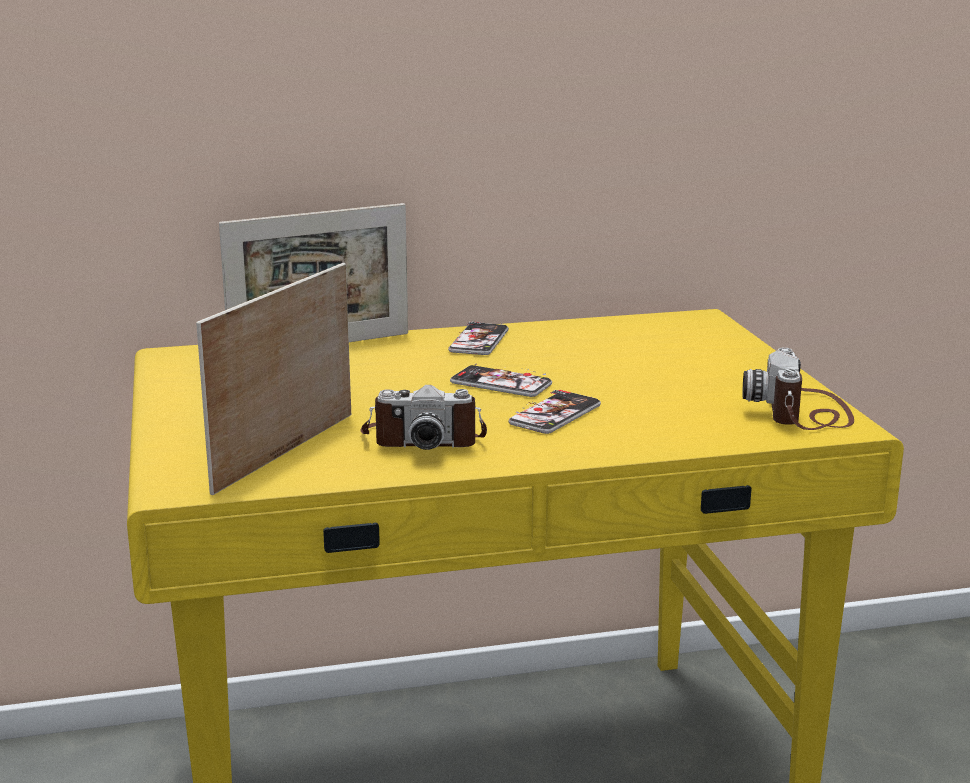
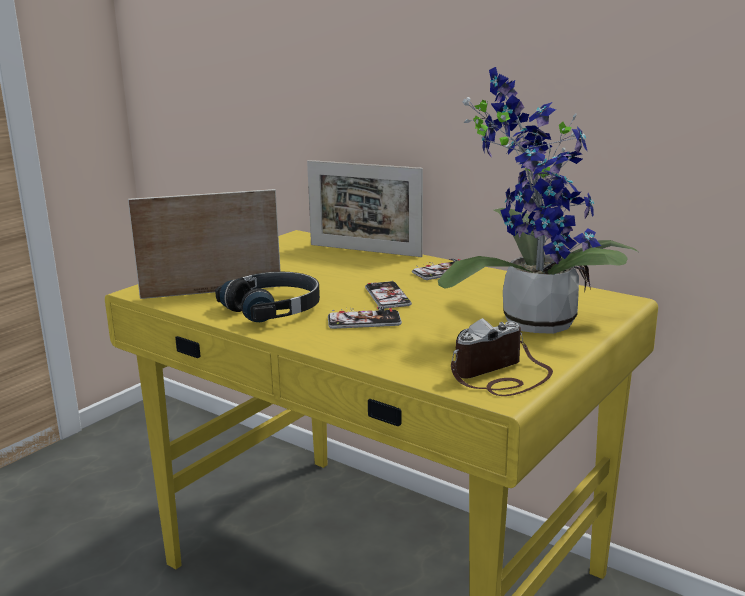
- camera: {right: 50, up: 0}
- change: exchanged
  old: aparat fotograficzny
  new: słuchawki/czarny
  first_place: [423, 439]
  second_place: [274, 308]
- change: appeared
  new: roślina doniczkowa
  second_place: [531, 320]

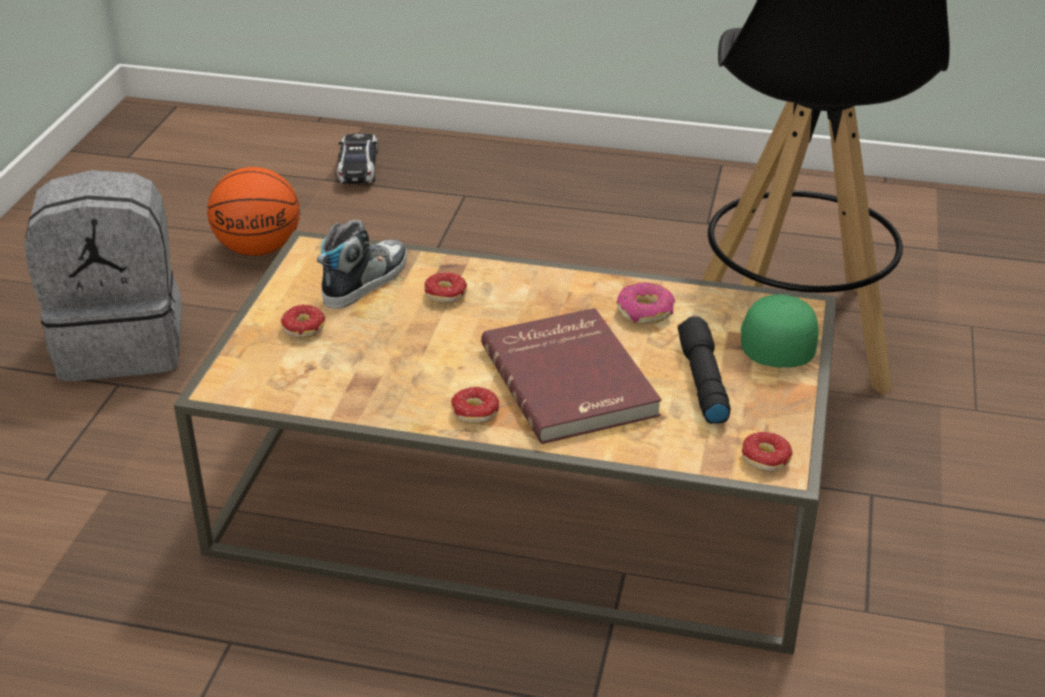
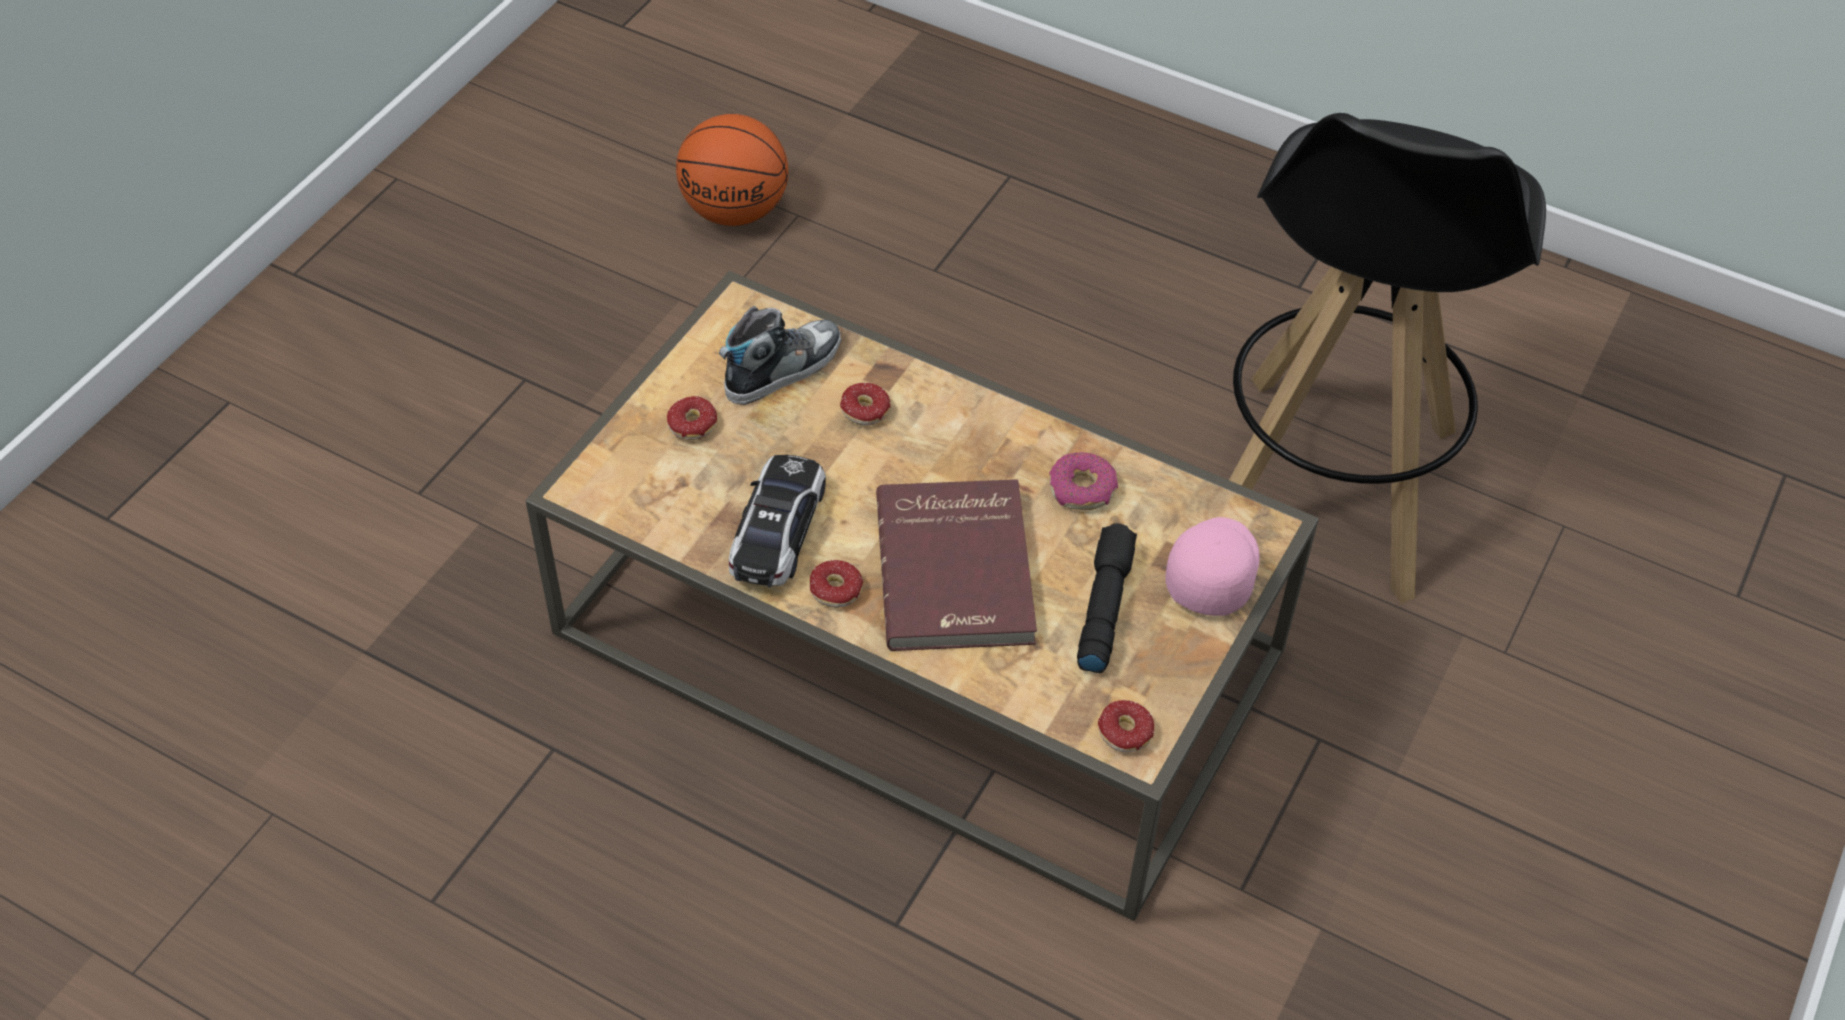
- camera: {right: 15, up: 15}
- change: relocated
  old: samochodzik
  first_place: [358, 168]
  second_place: [777, 532]
- change: colour
  old: czapka z daszkiem/zielony
  new: czapka z daszkiem/różowy
  first_place: [774, 342]
  second_place: [1211, 571]
- change: missing
  old: plecak/szary
  first_place: [123, 343]

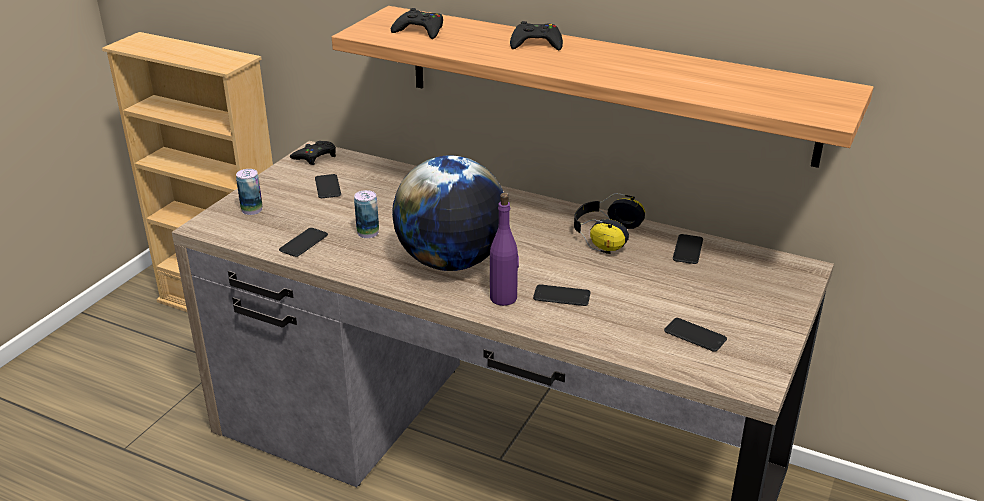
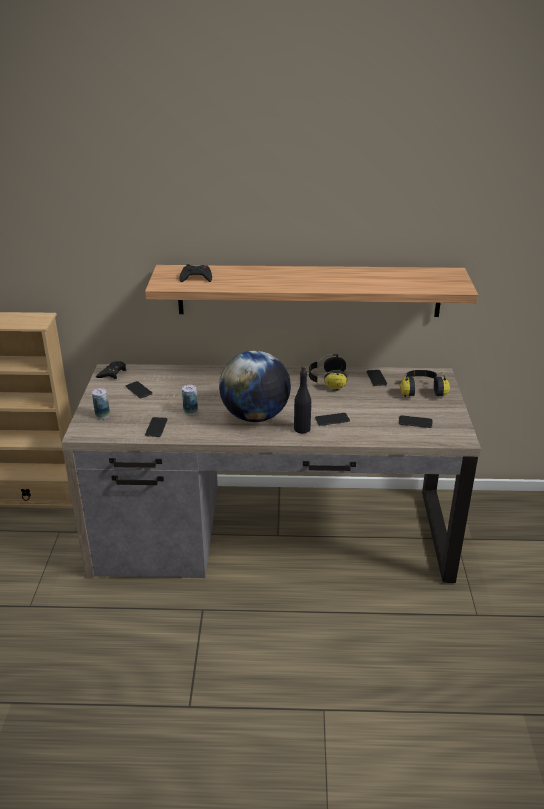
- camera: {right: -25, up: 0}
- change: colour
  old: butelka/fioletowy
  new: butelka/czarny
  first_place: [504, 298]
  second_place: [302, 429]
- change: appeared
  new: słuchawki
  second_place: [422, 391]
- change: missing
  old: pad do gier/czarny
  first_place: [536, 43]

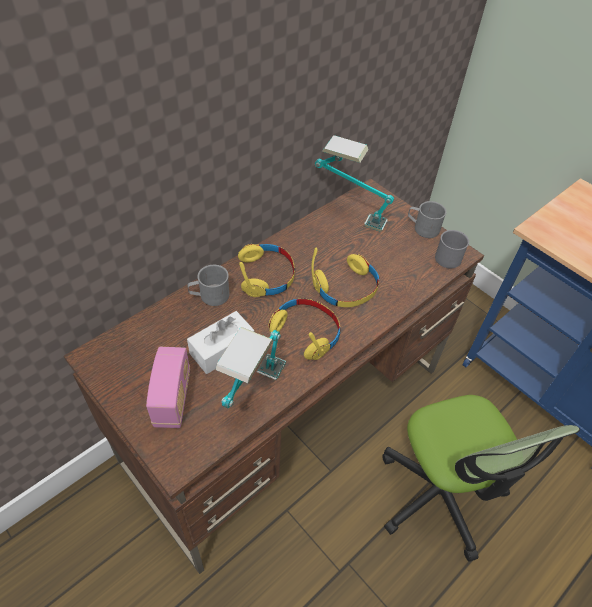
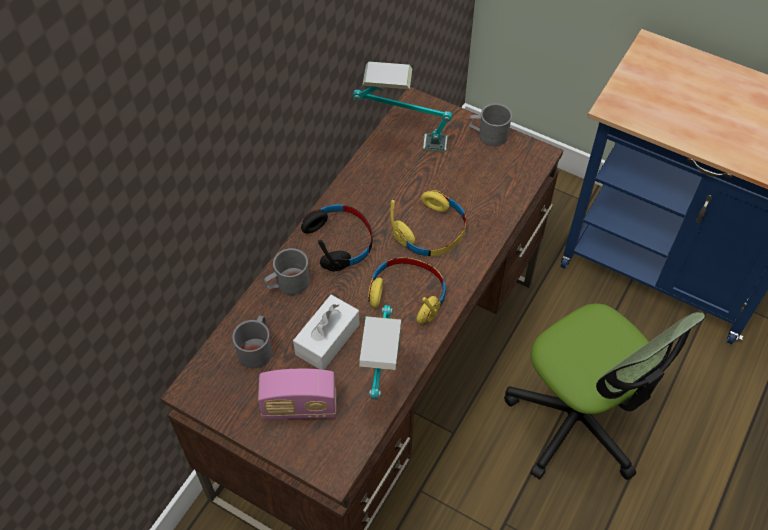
- camera: {right: -15, up: 5}
- change: relocated
  old: kubek/szary
  first_place: [449, 256]
  second_place: [257, 348]
- change: spun
  old: radio
  first_place: [173, 399]
  second_place: [299, 407]
  degrees: 105
- change: colour
  old: słuchawki/żółty
  new: słuchawki/czarny
  first_place: [266, 275]
  second_place: [339, 242]

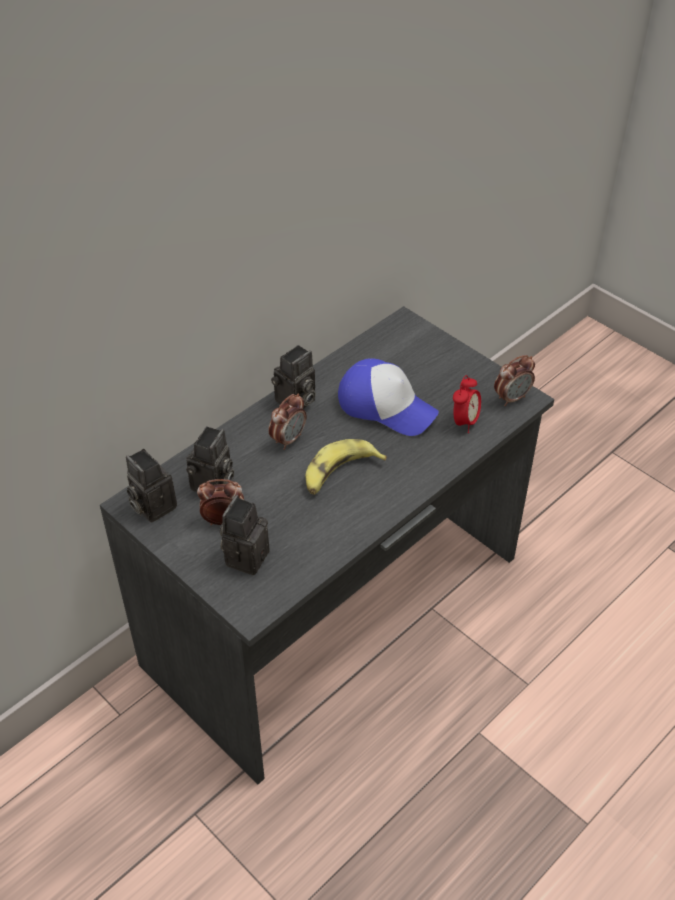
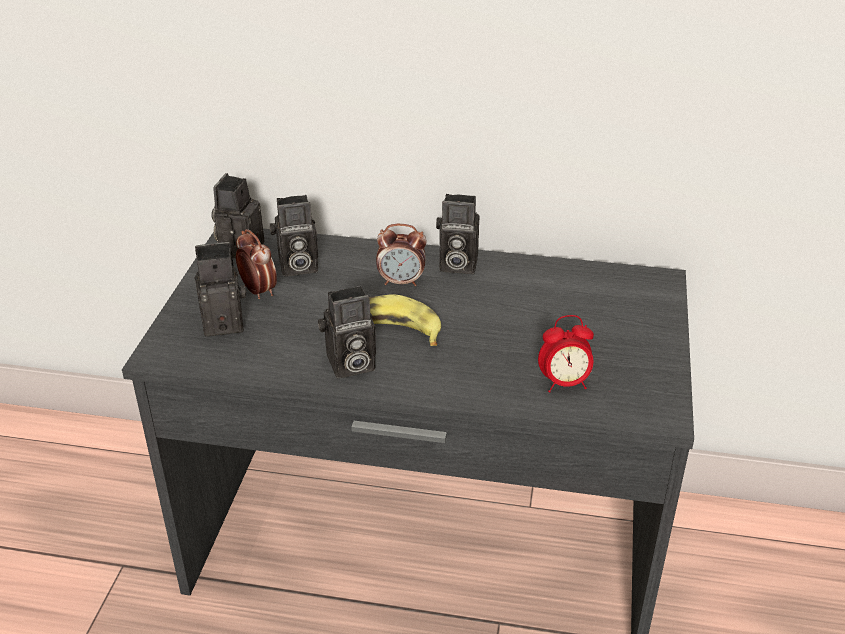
- camera: {right: 55, up: -10}
- change: appeared
  new: aparat fotograficzny
  second_place: [349, 365]
- change: missing
  old: czapka z daszkiem
  first_place: [386, 406]
- change: missing
  old: budzik
  first_place: [512, 398]

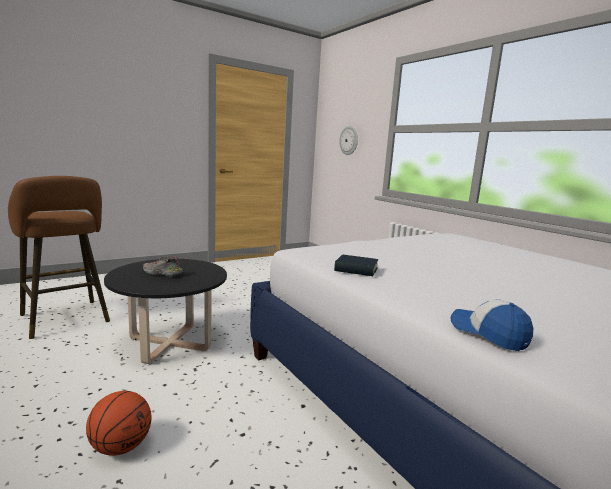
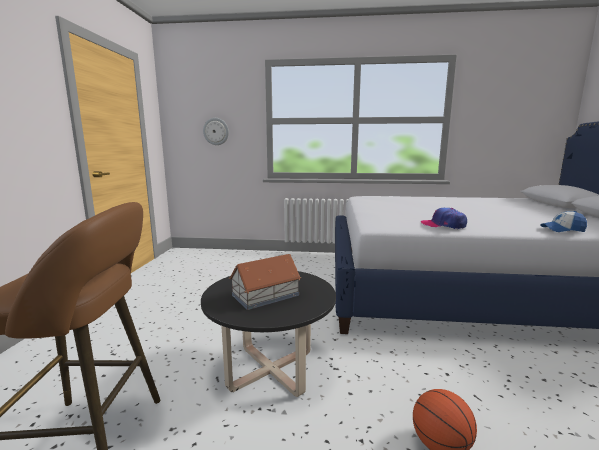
- camera: {right: -50, up: 0}
- change: exchanged
  old: but
  new: domek
  first_place: [161, 274]
  second_place: [266, 295]
- change: exchanged
  old: książka
  new: czapka z daszkiem
  first_place: [356, 270]
  second_place: [443, 225]

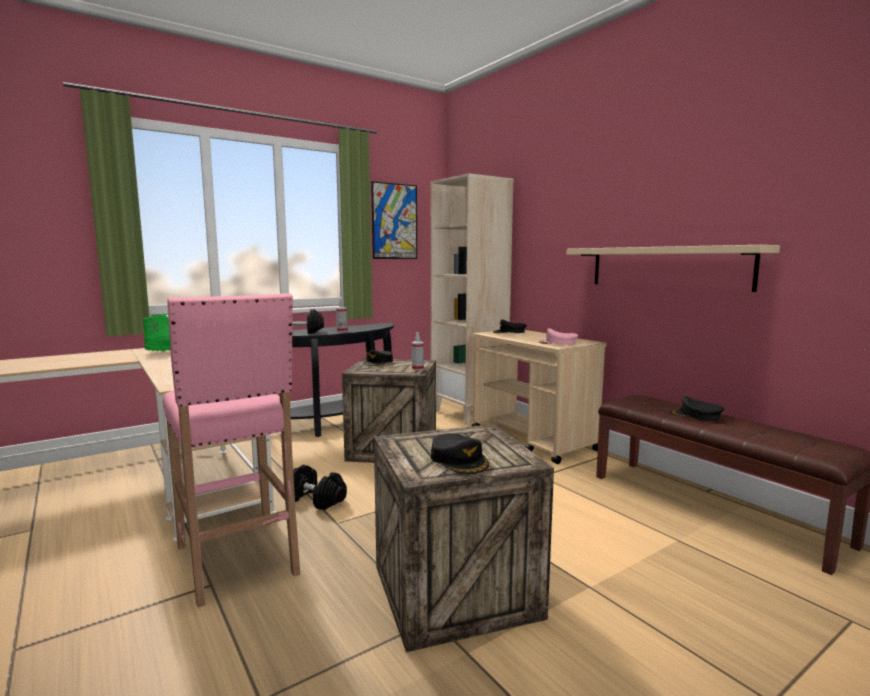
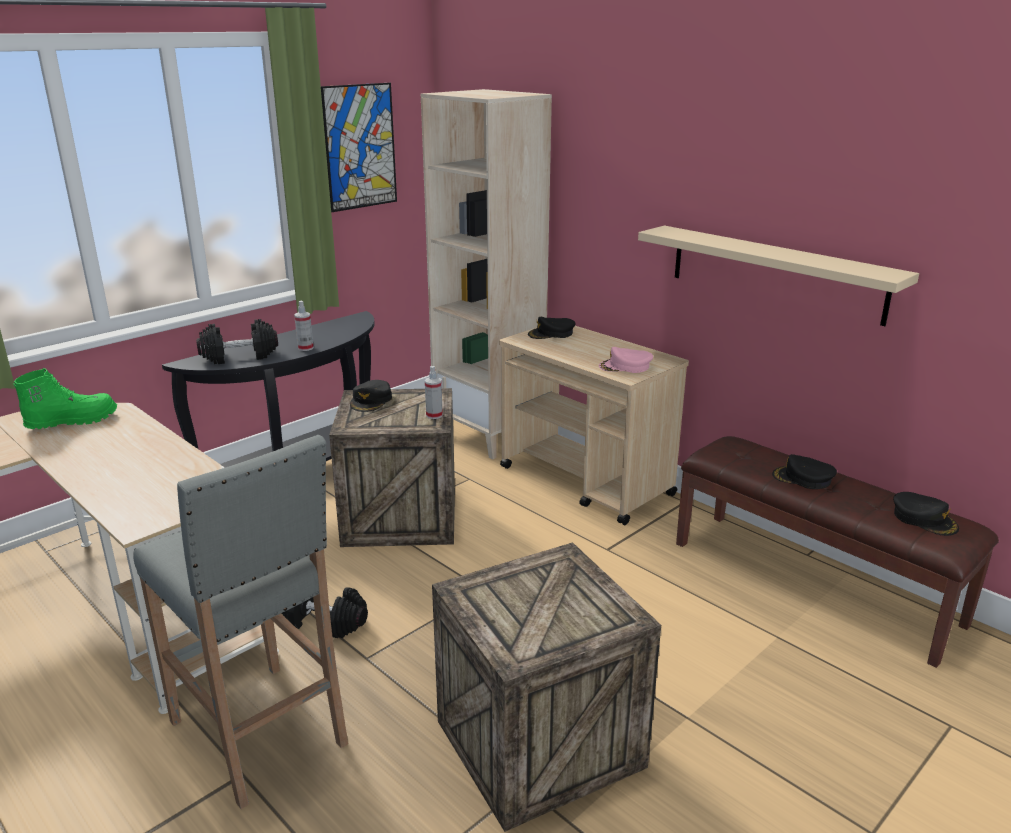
- camera: {right: -10, up: 15}
- change: colour
  old: stołek/różowy
  new: stołek/szary
  first_place: [237, 561]
  second_place: [261, 734]
- change: relocated
  old: czapka z daszkiem/czarny
  first_place: [459, 460]
  second_place: [924, 519]

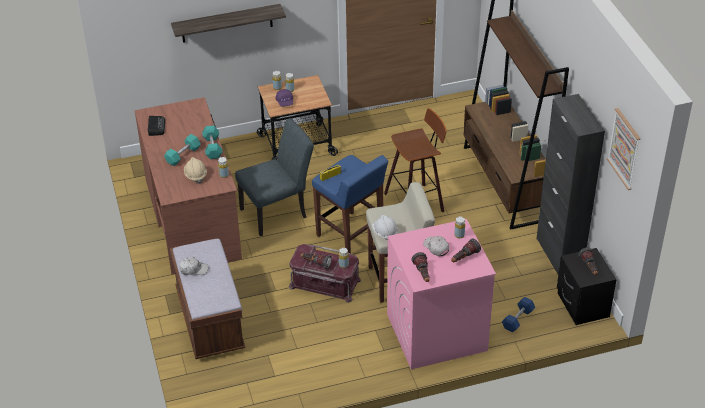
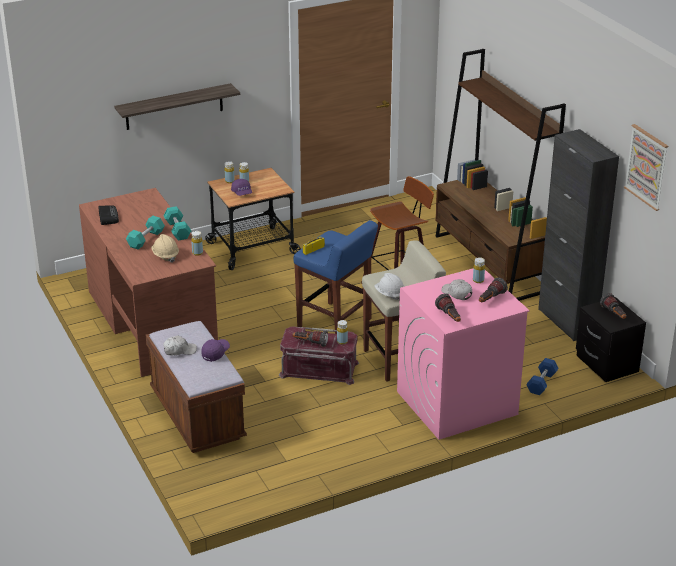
- camera: {right: -10, up: -10}
- change: appeared
  new: czapka z daszkiem/fioletowy
  second_place: [215, 353]
- change: missing
  old: krzesło/szary
  first_place: [278, 212]

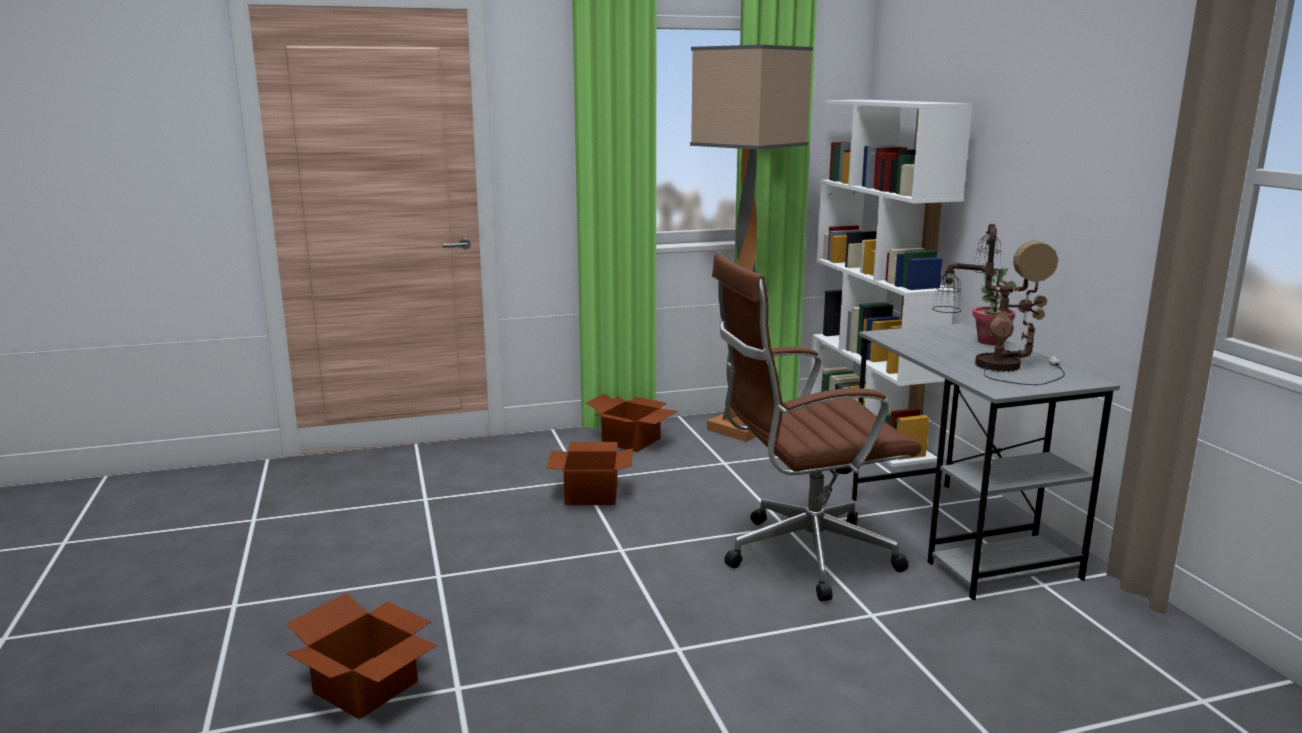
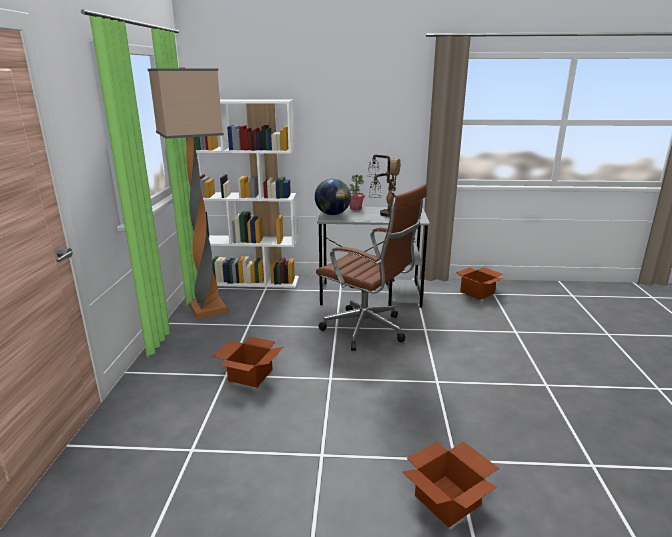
- camera: {right: -70, up: 5}
- change: appeared
  new: globus
  second_place: [333, 214]
- change: spun
  old: krzesło biurowe/brązowy
  first_place: [802, 556]
  second_place: [368, 331]
  degrees: -60
- change: relocated
  old: karton
  first_place: [632, 441]
  second_place: [478, 292]

